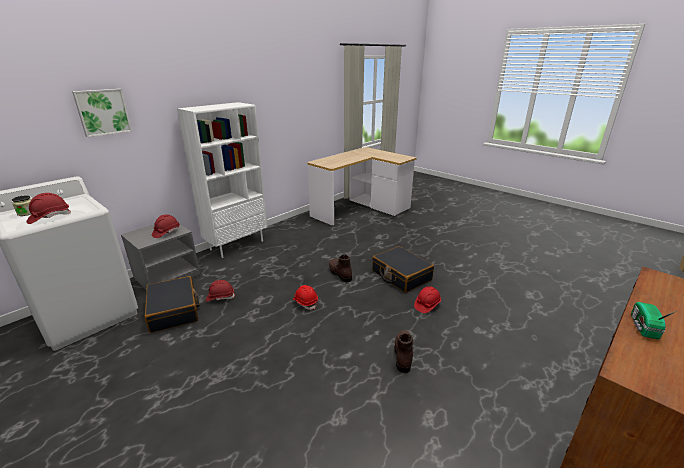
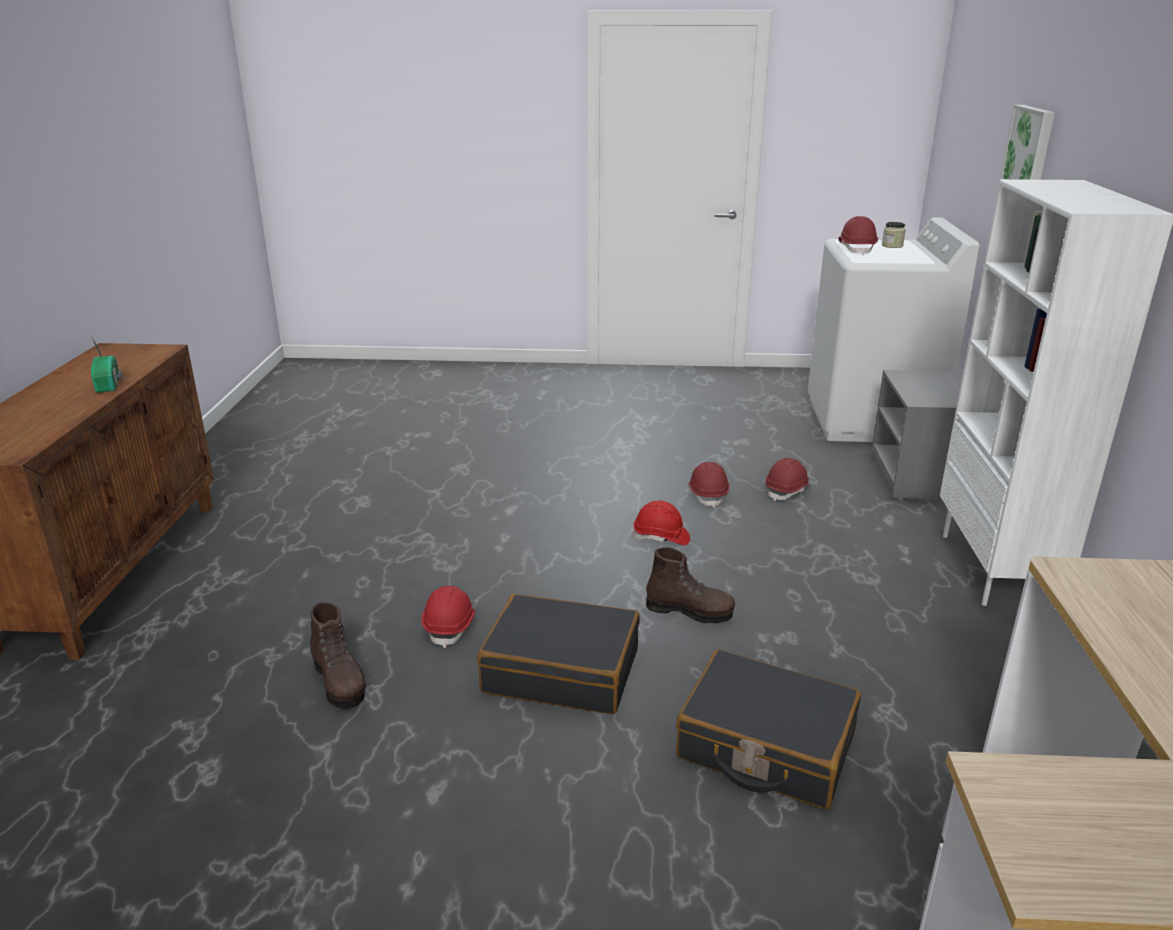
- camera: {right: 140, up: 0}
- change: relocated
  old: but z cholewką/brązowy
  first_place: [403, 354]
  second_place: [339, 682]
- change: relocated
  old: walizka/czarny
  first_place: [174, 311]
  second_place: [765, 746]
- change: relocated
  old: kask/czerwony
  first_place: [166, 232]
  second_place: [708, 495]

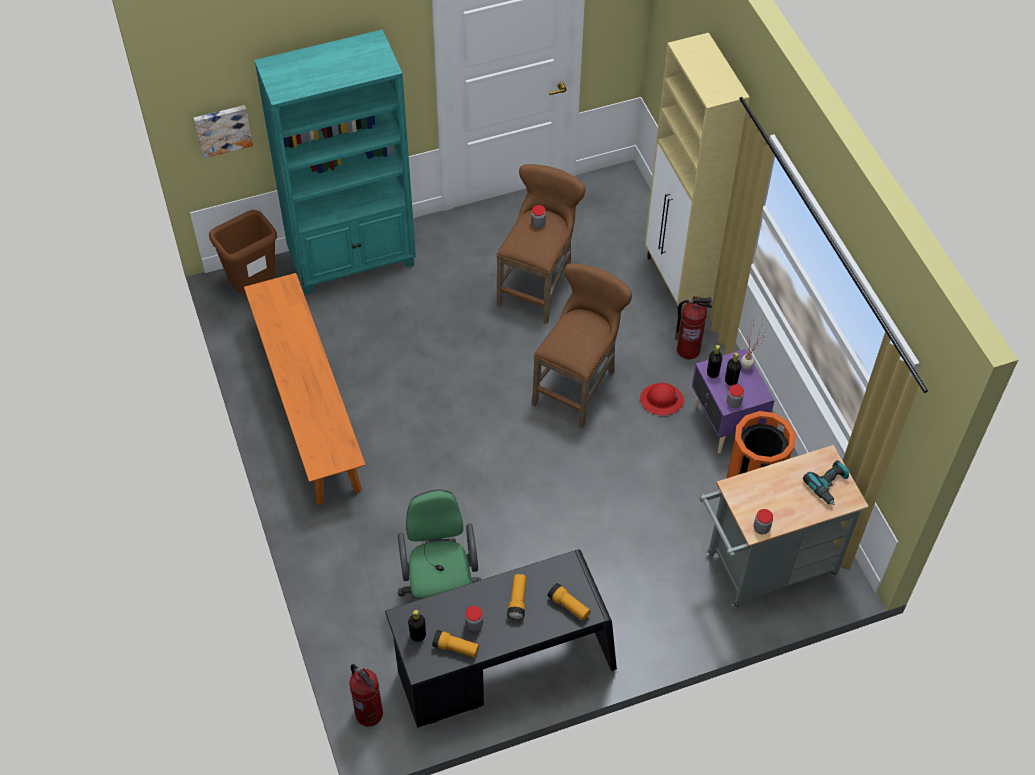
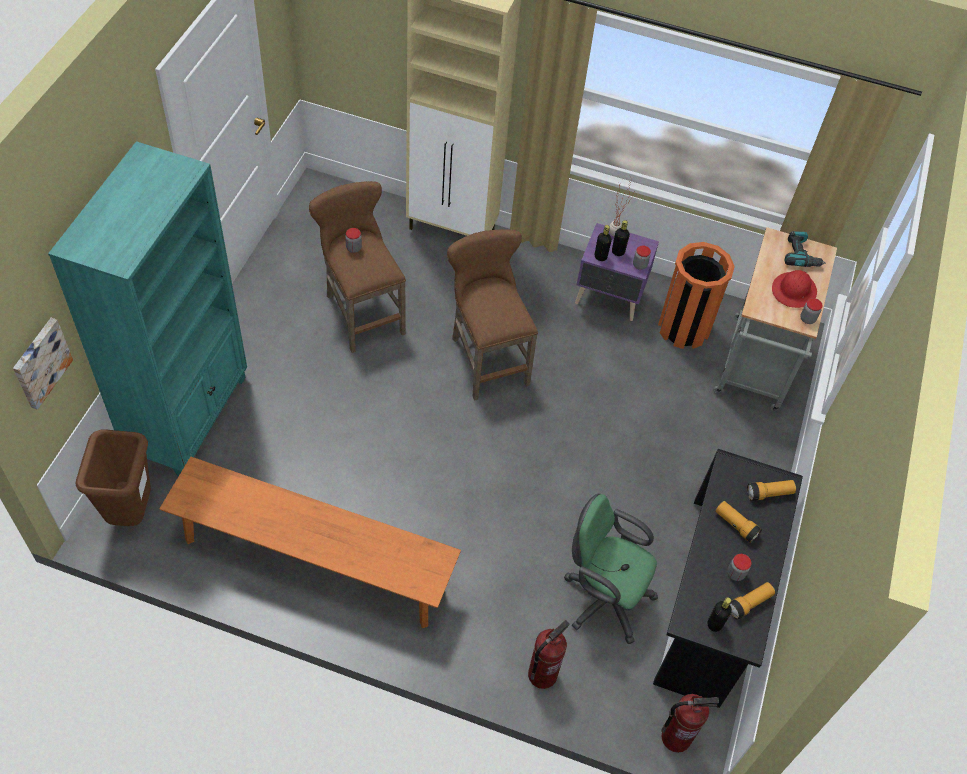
- camera: {right: -55, up: 0}
- change: relocated
  old: gaśnica
  first_place: [688, 350]
  second_place: [542, 675]
- change: relocated
  old: kask/czerwony
  first_place: [661, 400]
  second_place: [794, 291]

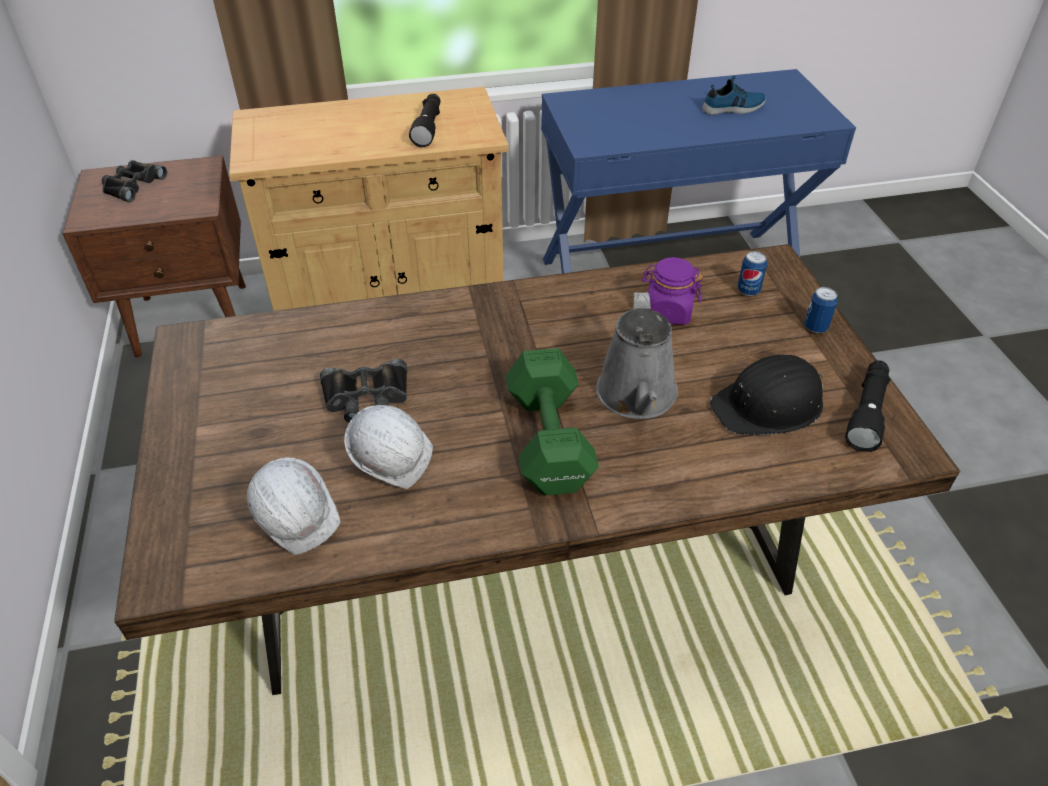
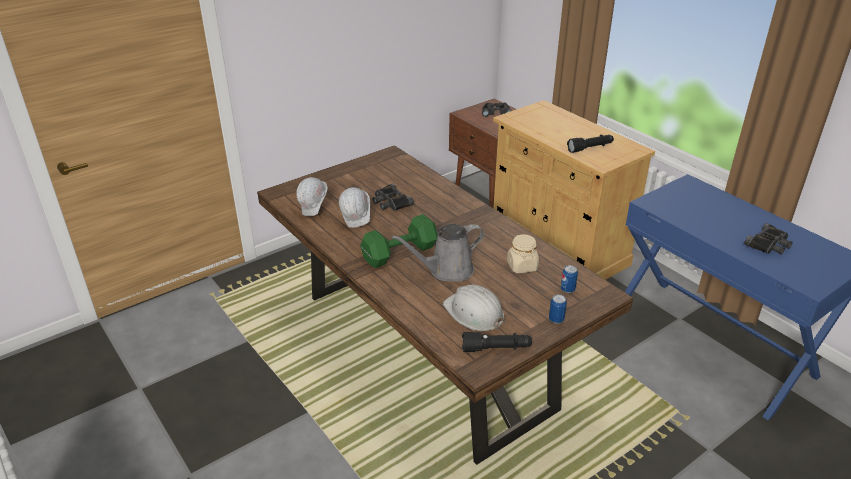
- camera: {right: 65, up: -10}
- change: colour
  old: kask/czarny
  new: kask/biały
  first_place: [769, 405]
  second_place: [474, 313]
- change: colour
  old: słoik/fioletowy
  new: słoik/beżowy
  first_place: [668, 311]
  second_place: [522, 266]
- change: exchanged
  old: but
  new: lornetka/czarny
  first_place: [733, 108]
  second_place: [768, 244]

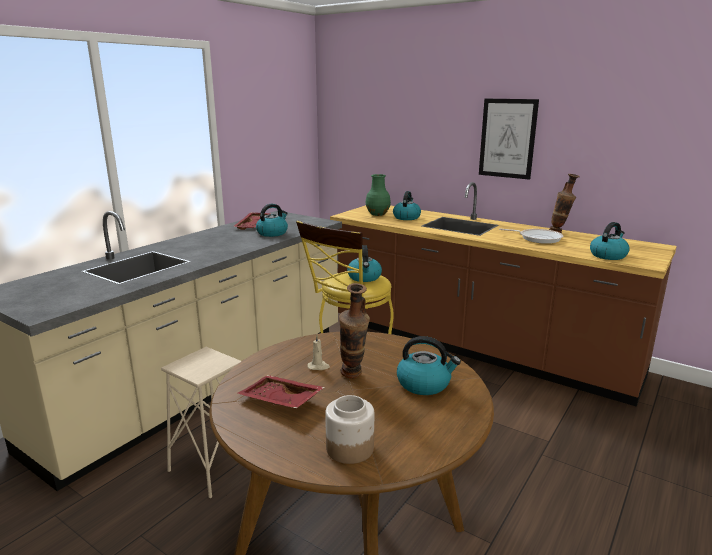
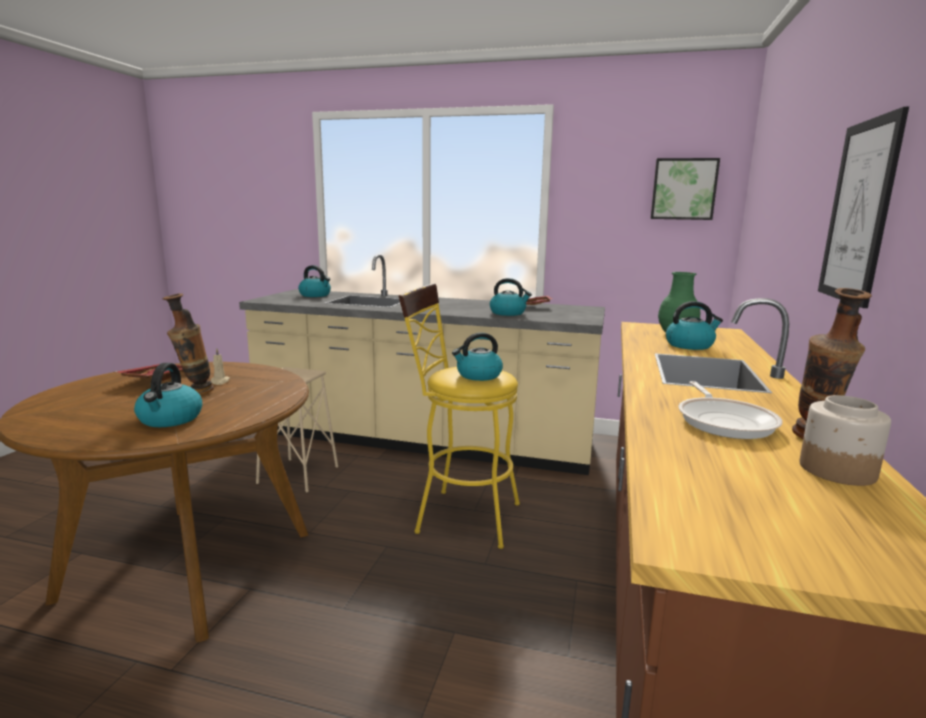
- camera: {right: 70, up: -5}
- change: relocated
  old: czajnik
  first_place: [608, 255]
  second_place: [315, 295]
- change: appeared
  new: obraz
  second_place: [683, 189]
- change: relocated
  old: słoik
  first_place: [349, 448]
  second_place: [836, 470]

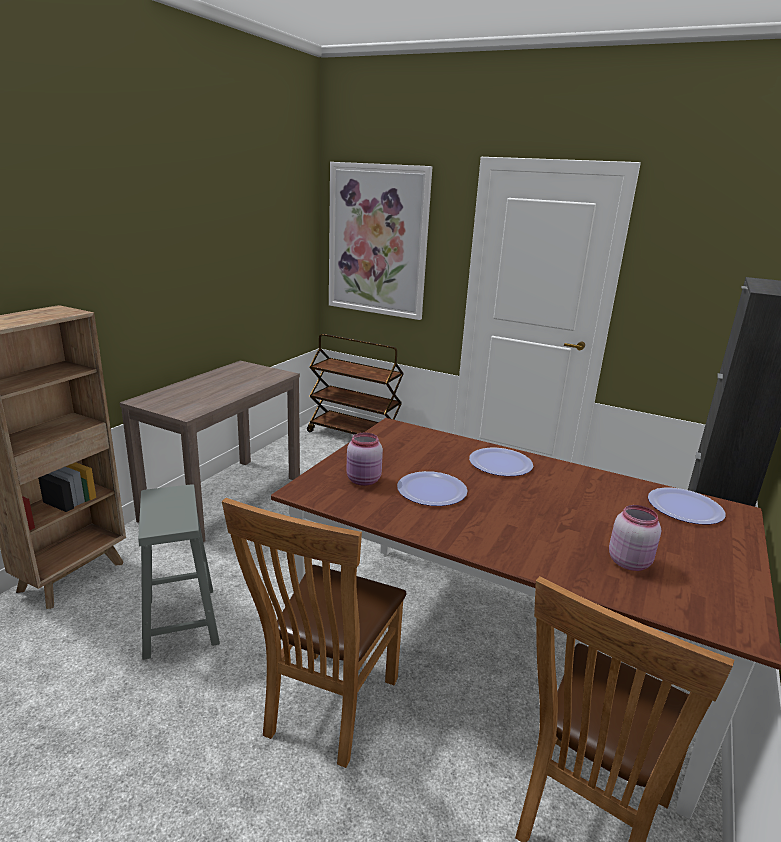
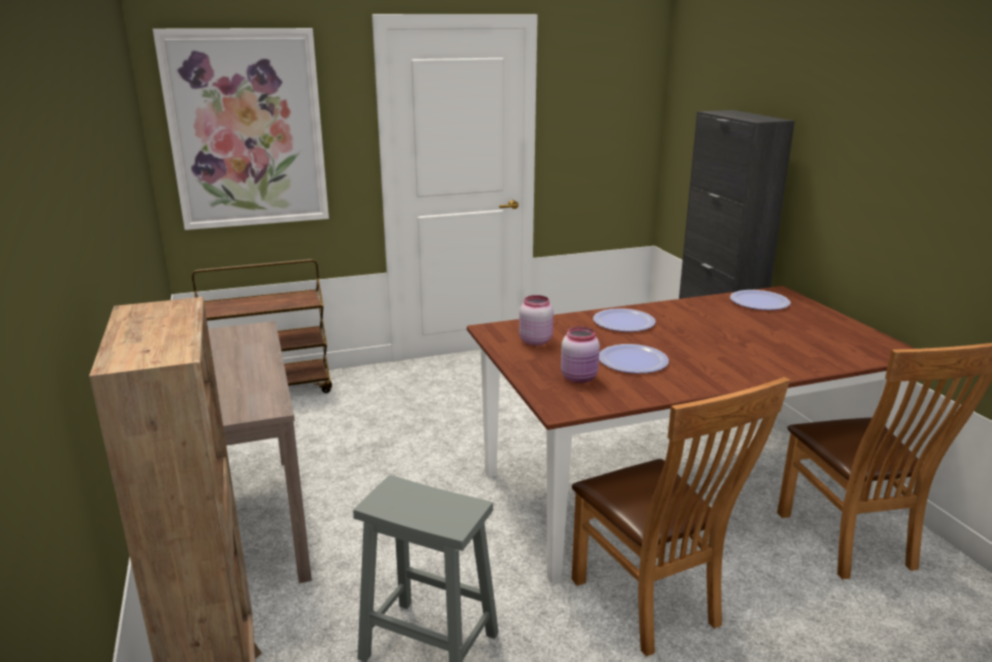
- camera: {right: -45, up: 0}
- change: relocated
  old: słoik/różowy
  first_place: [629, 562]
  second_place: [535, 341]

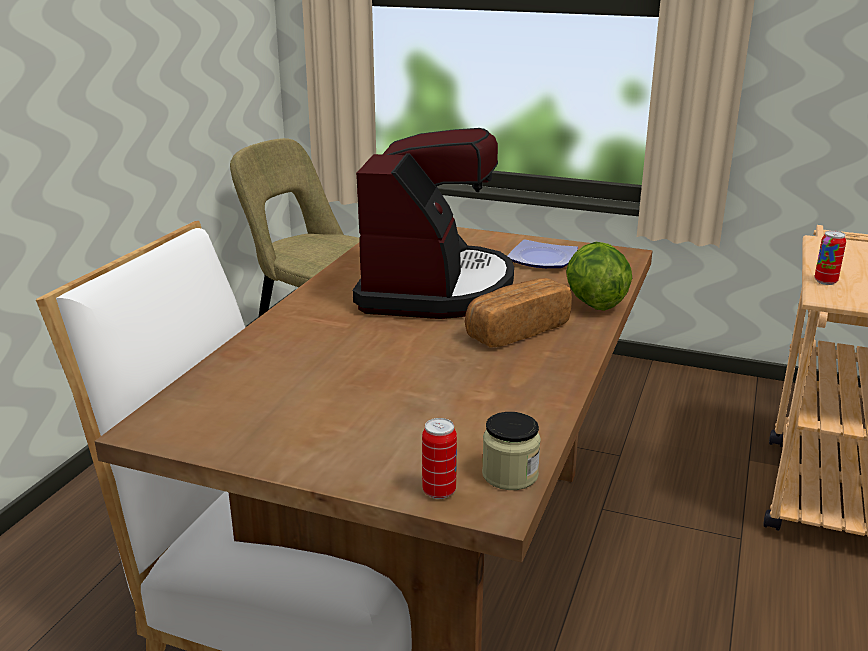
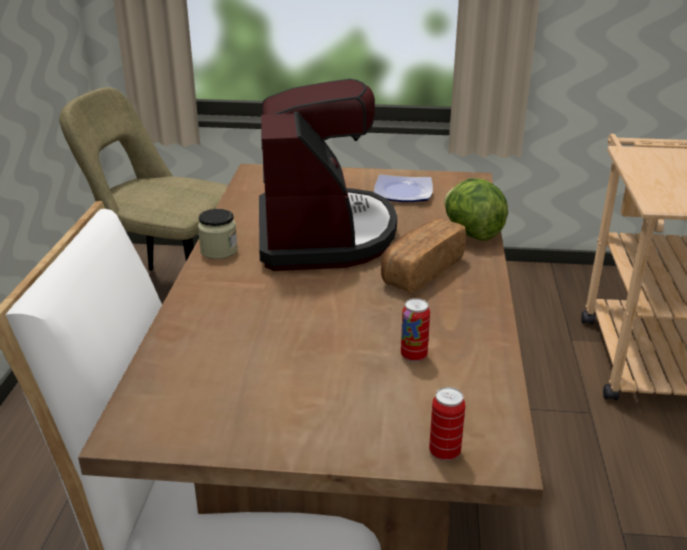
- camera: {right: -15, up: 5}
- change: relocated
  old: słoik
  first_place: [510, 475]
  second_place: [219, 251]
- change: relocated
  old: puszka
  first_place: [825, 281]
  second_place: [413, 356]

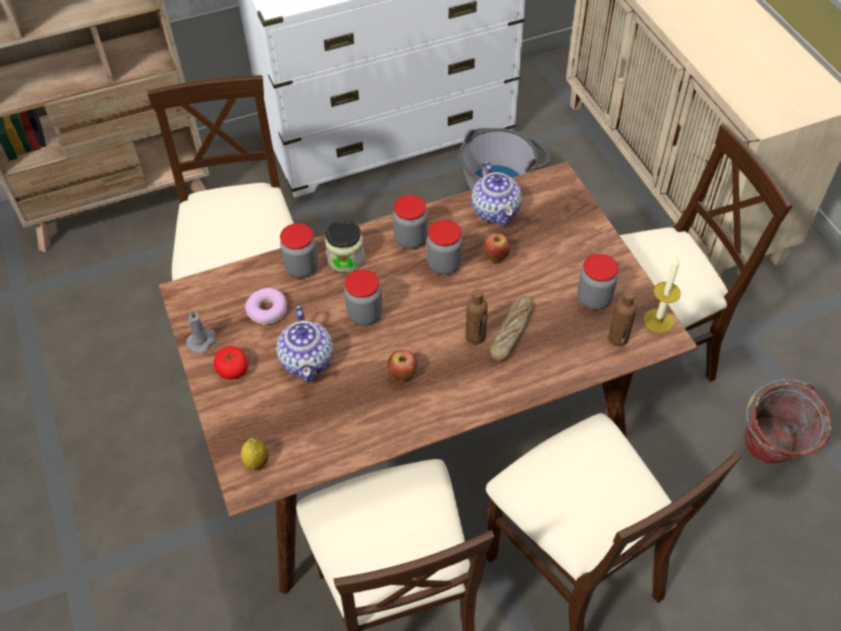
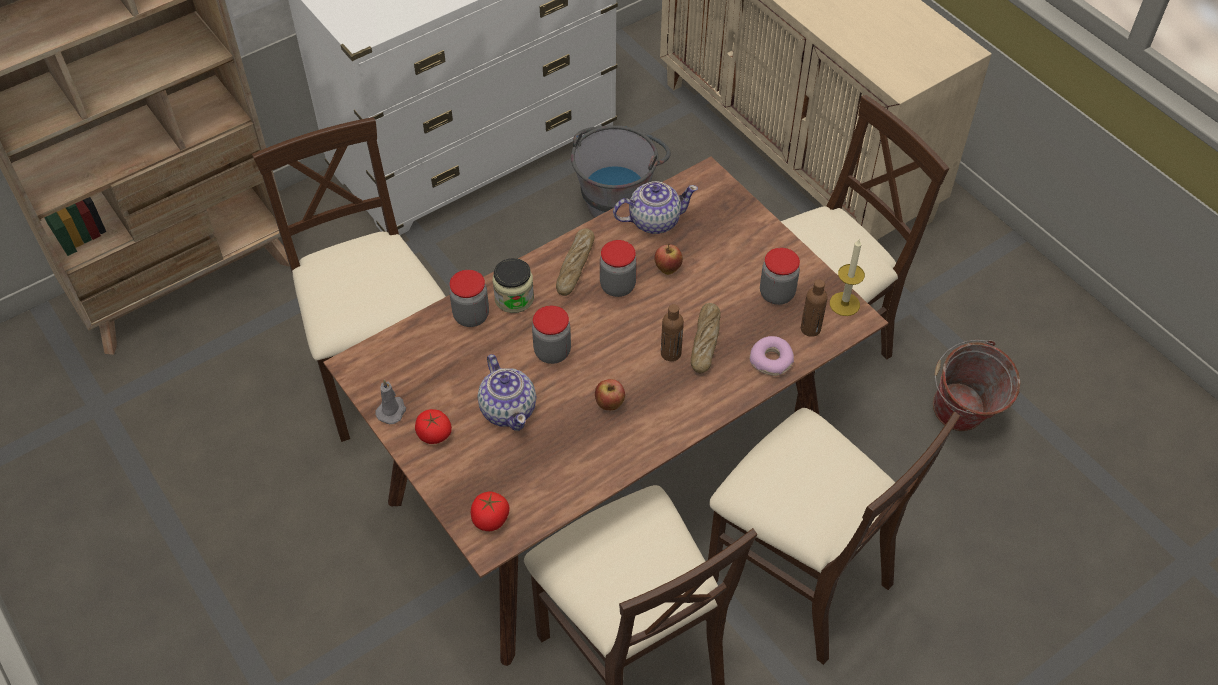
- camera: {right: -15, up: 0}
- change: exchanged
  old: cytryna
  new: pomidor
  first_place: [257, 462]
  second_place: [490, 519]
- change: exchanged
  old: słoik
  new: chleb
  first_place: [411, 239]
  second_place: [575, 266]
- change: spun
  old: imbryk
  first_place: [496, 210]
  second_place: [653, 221]
  degrees: -75
- change: relocated
  old: donut
  first_place: [268, 311]
  second_place: [771, 360]

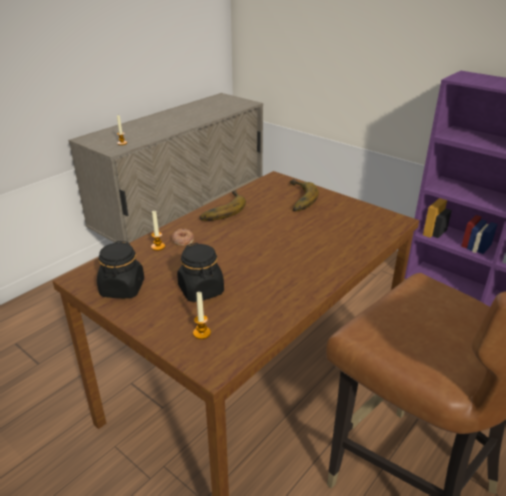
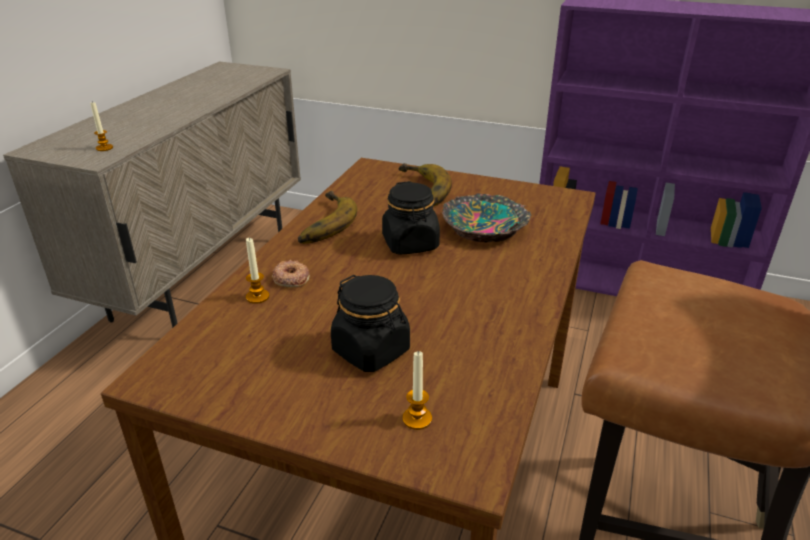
- camera: {right: -20, up: 0}
- change: relocated
  old: słoik/czarny
  first_place: [122, 289]
  second_place: [410, 244]
- change: appeared
  new: miska
  second_place: [486, 226]

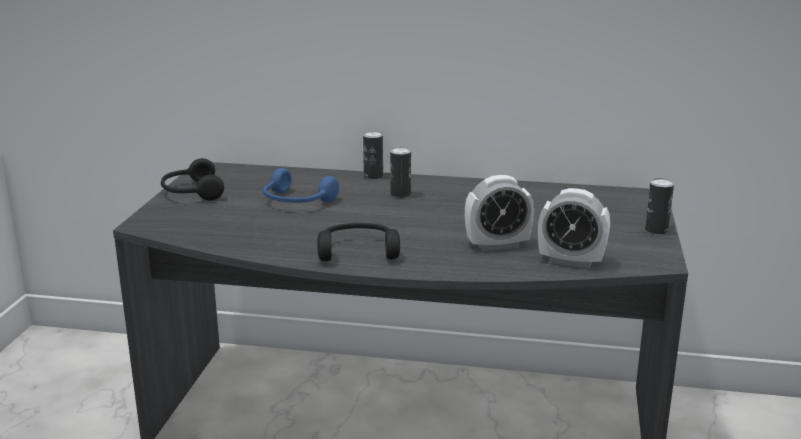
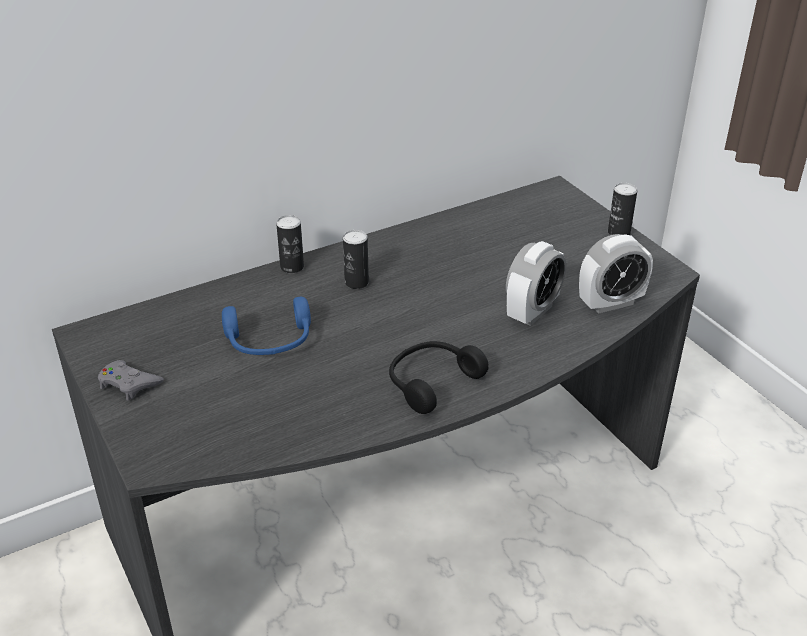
- camera: {right: -40, up: 15}
- change: exchanged
  old: słuchawki/czarny
  new: pad do gier/szary
  first_place: [191, 192]
  second_place: [129, 384]

